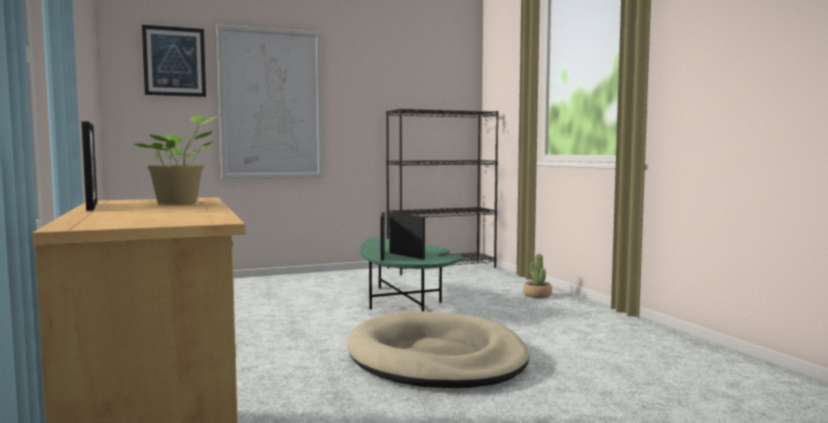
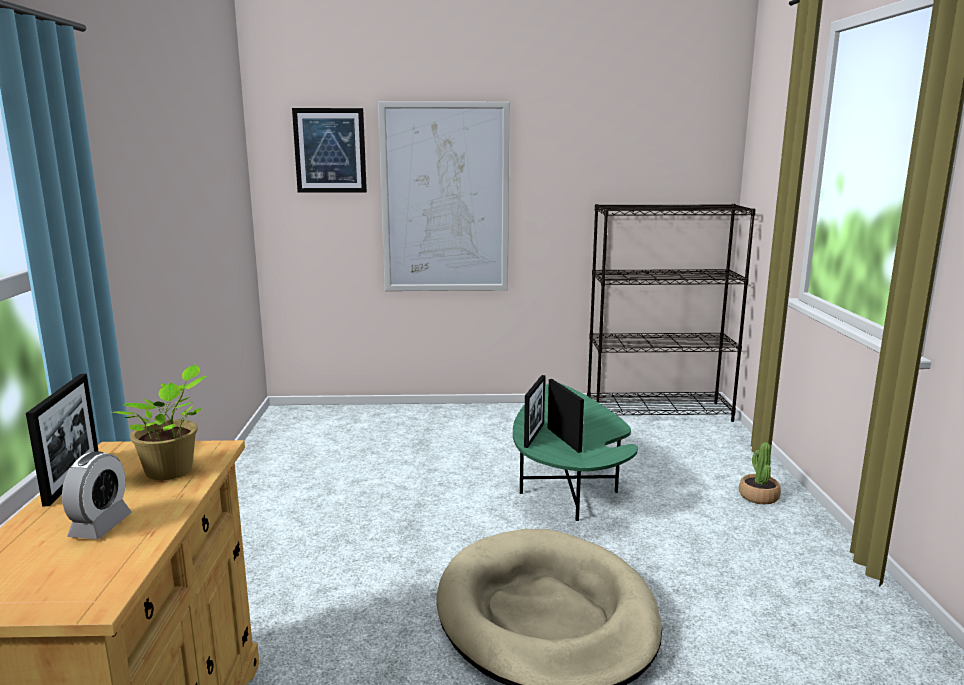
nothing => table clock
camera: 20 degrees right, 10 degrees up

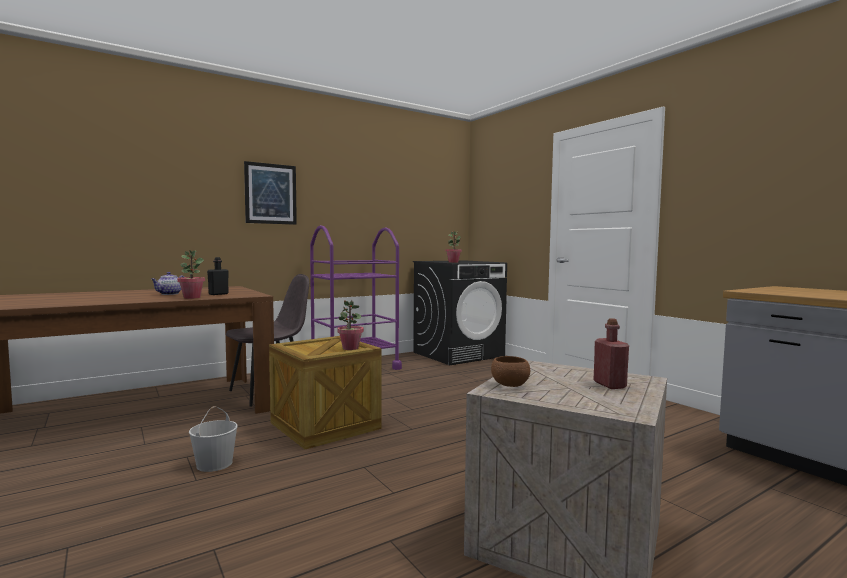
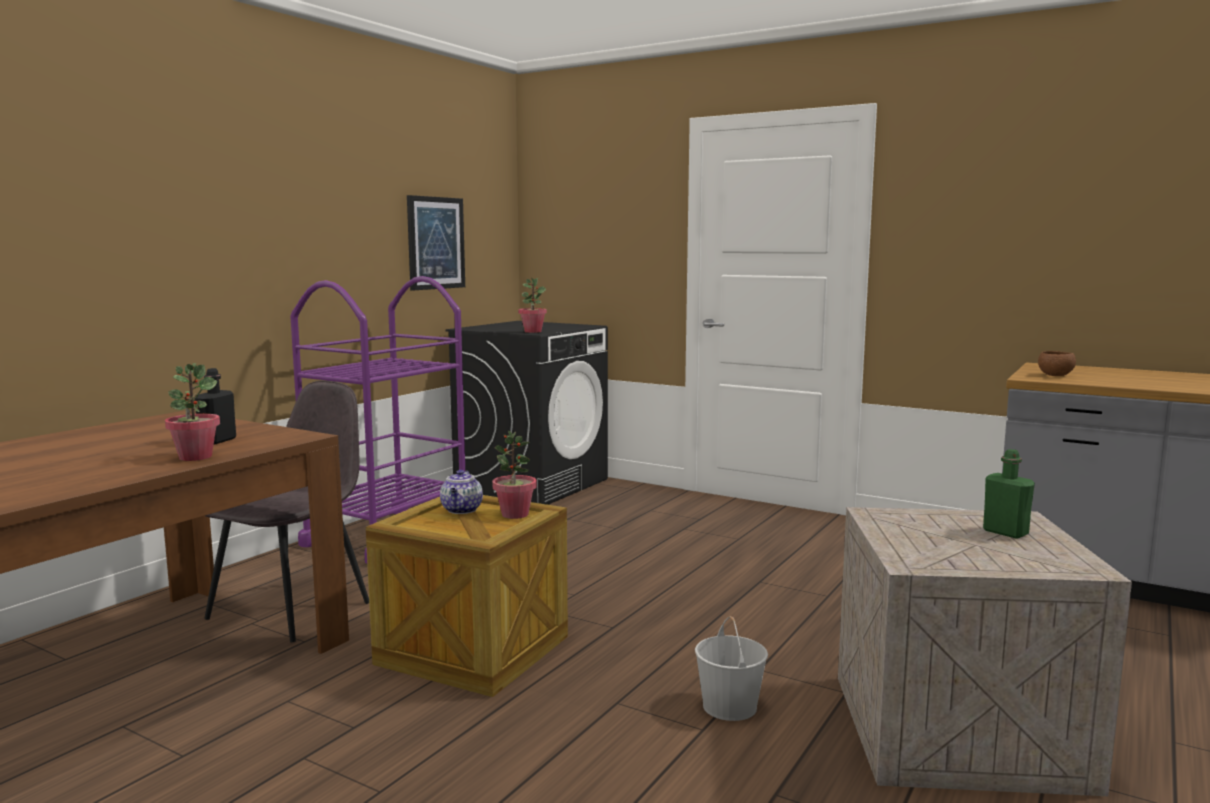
picture, move
tea pot, move
red-coloured drink bottle => greenish drink bottle
brown serving bowl, move
whitish bucket, move
camera: 25 degrees left, 5 degrees up

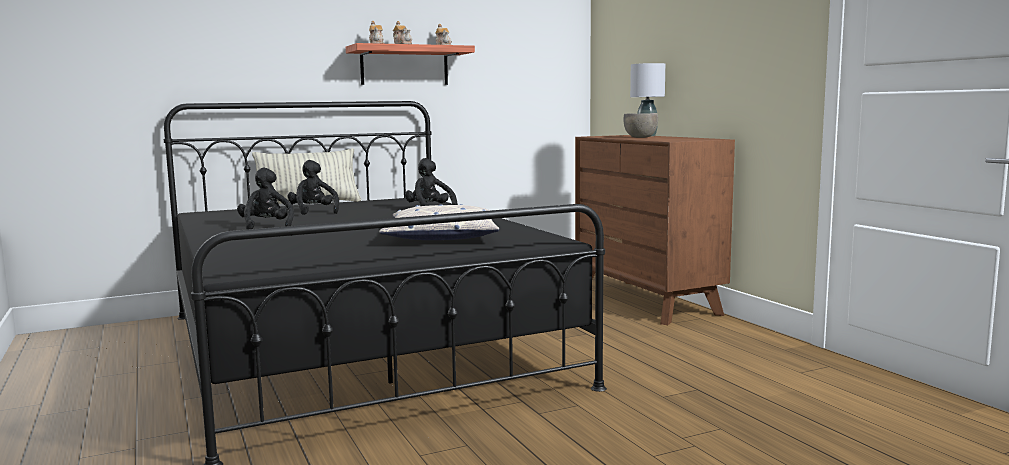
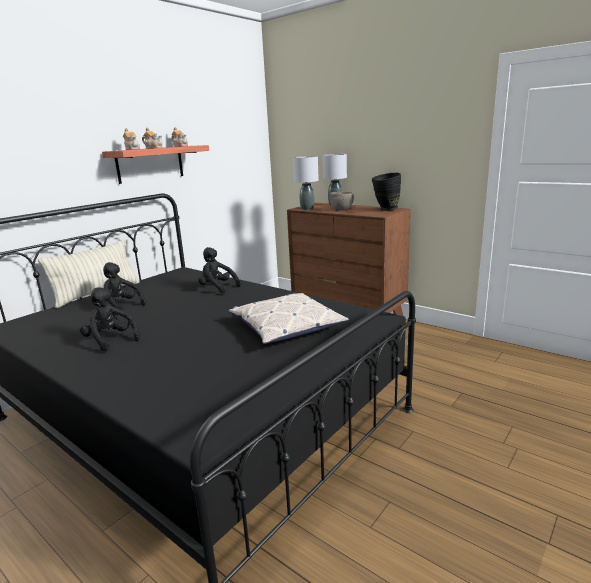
nothing => gray tabletop lamp (1st from left)
nothing => black flower vase
camera: 25 degrees left, 10 degrees up

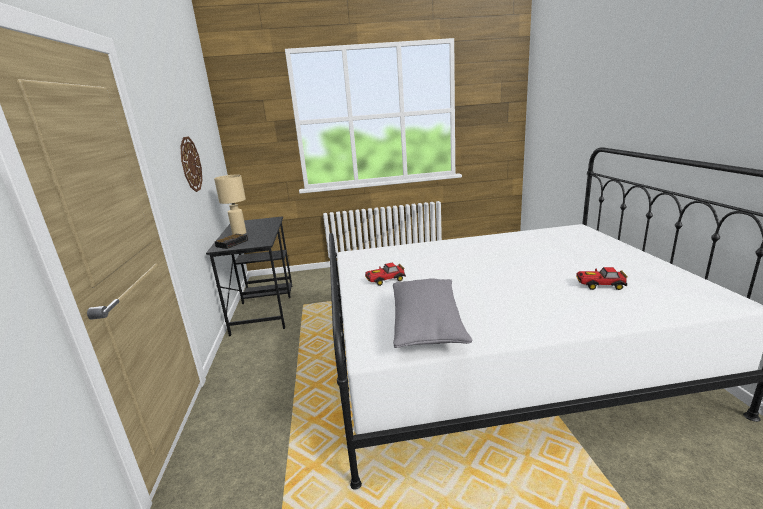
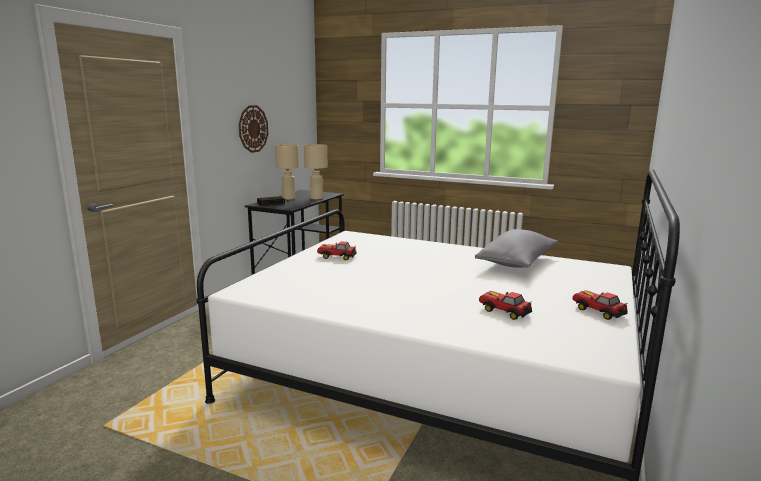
gray throw pillow, move
nothing => sand-coloured tabletop lamp (2nd from left)
nothing => model car (3rd from left)
camera: 30 degrees right, 5 degrees down

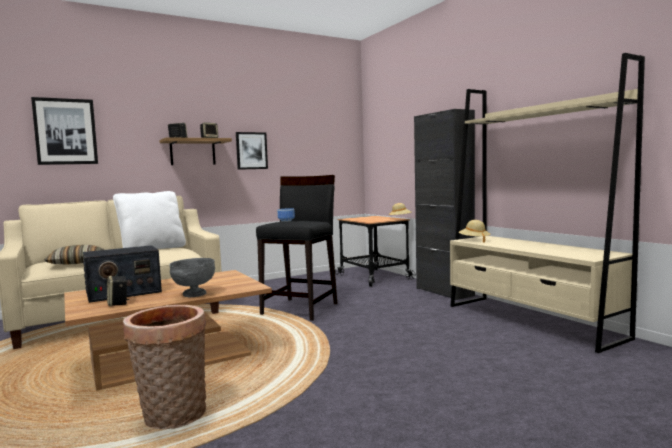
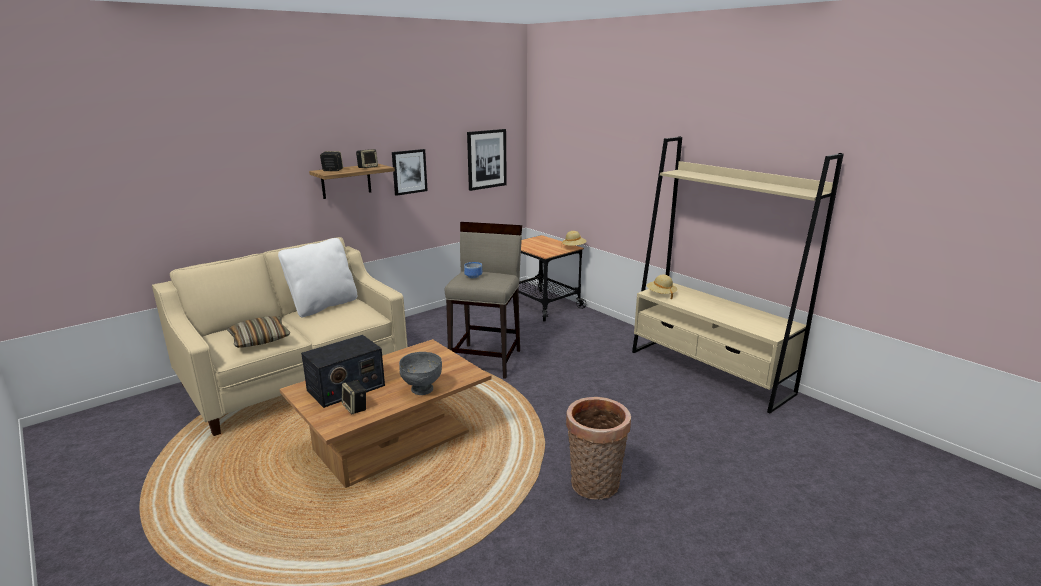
picture (1st from left in the first image) => picture (2nd from left), move
black cabinet => nothing
black stool seat => sand-coloured stool seat
storage basket, move
camera: 10 degrees left, 15 degrees up

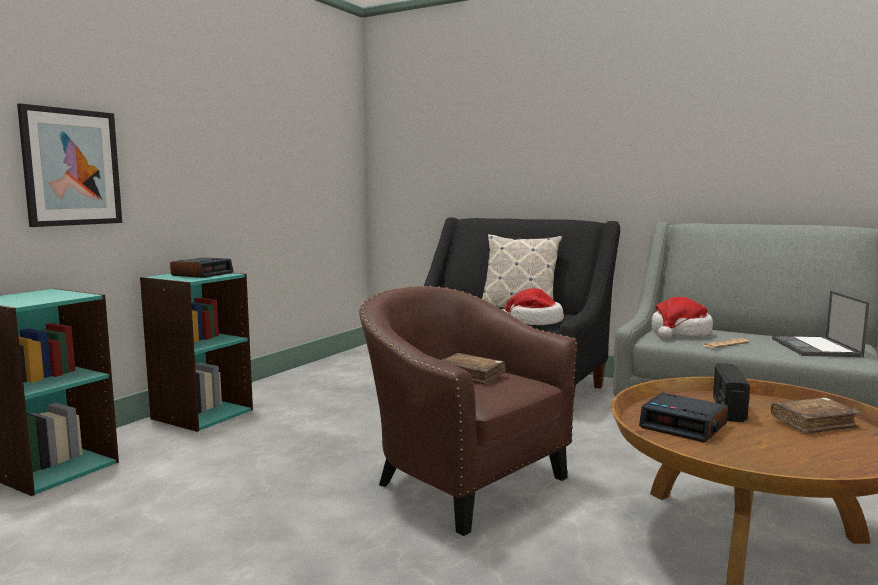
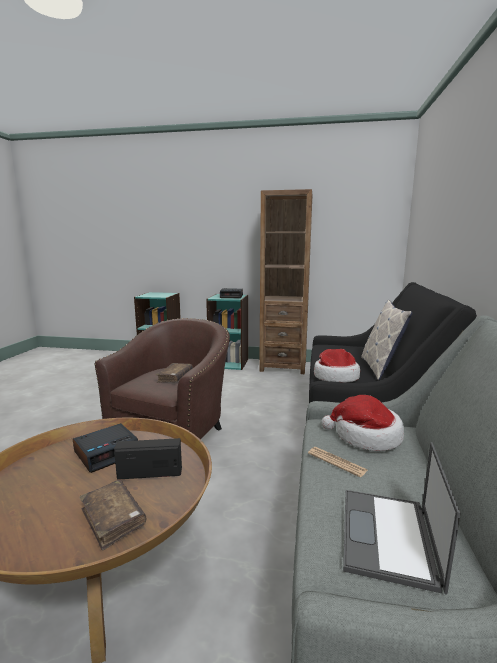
picture => nothing
laptop, 60 degrees counterclockwise
table clock (2nd from left in the first image) => table clock (1st from left), 150 degrees counterclockwise
nothing => brown bookcase
camera: 70 degrees right, 5 degrees up

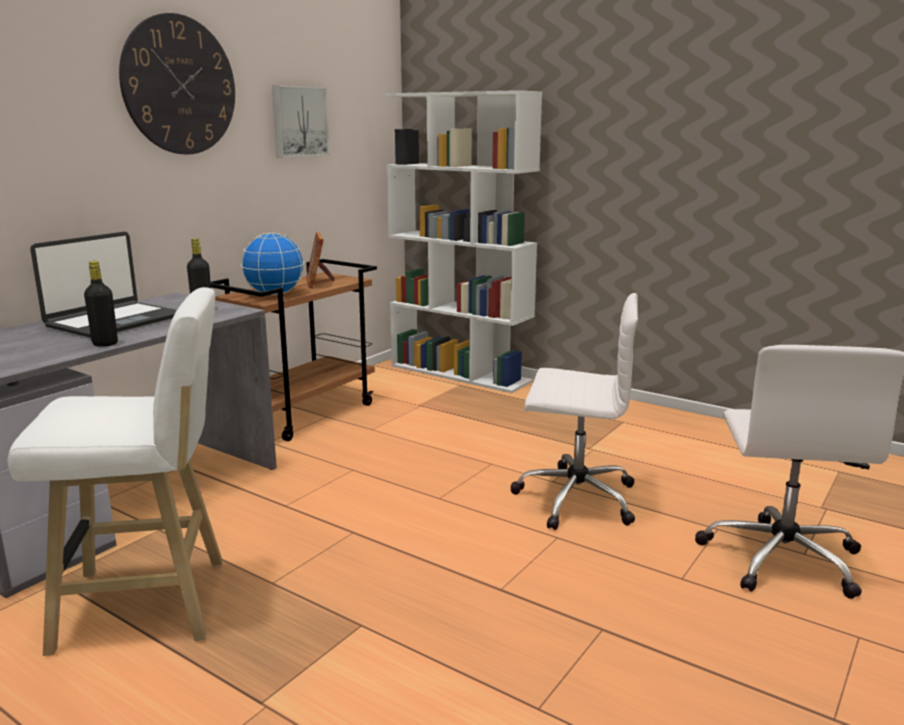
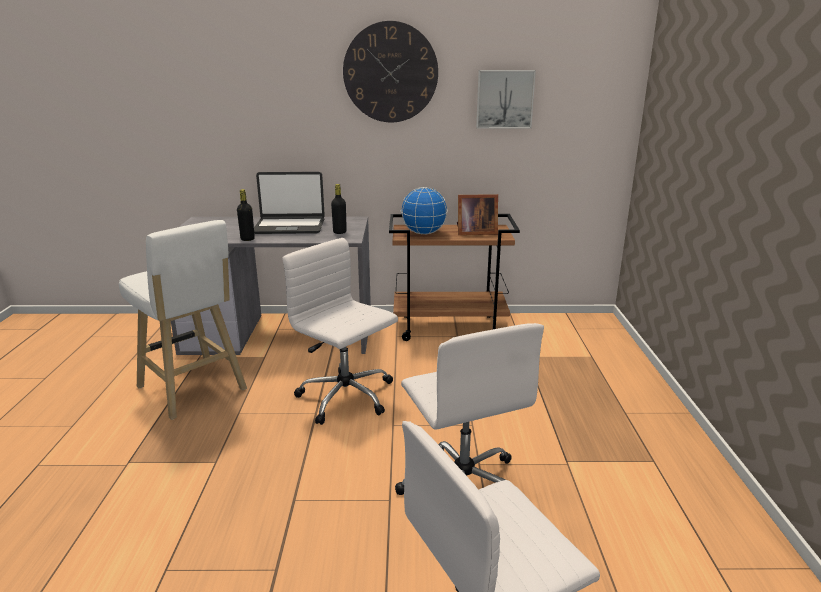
whitish bookcase => nothing
photo frame, 135 degrees counterclockwise
nothing => whitish office chair (1st from left)
camera: 55 degrees right, 5 degrees up

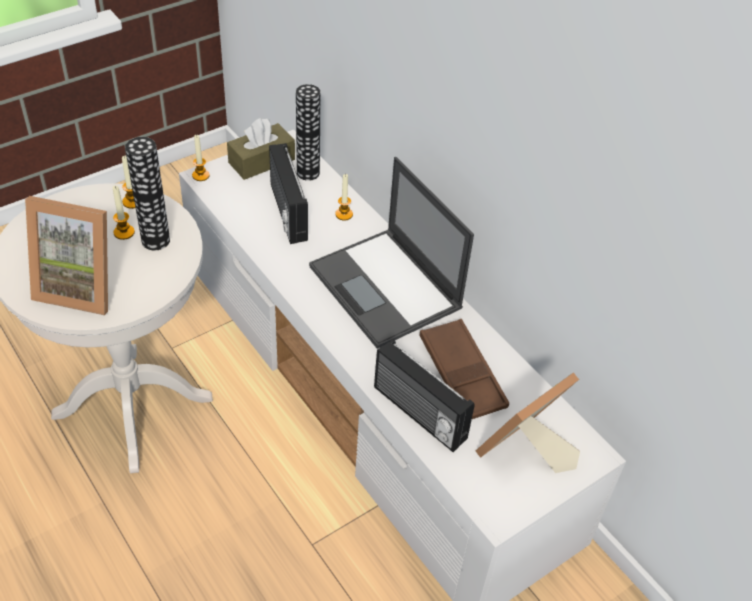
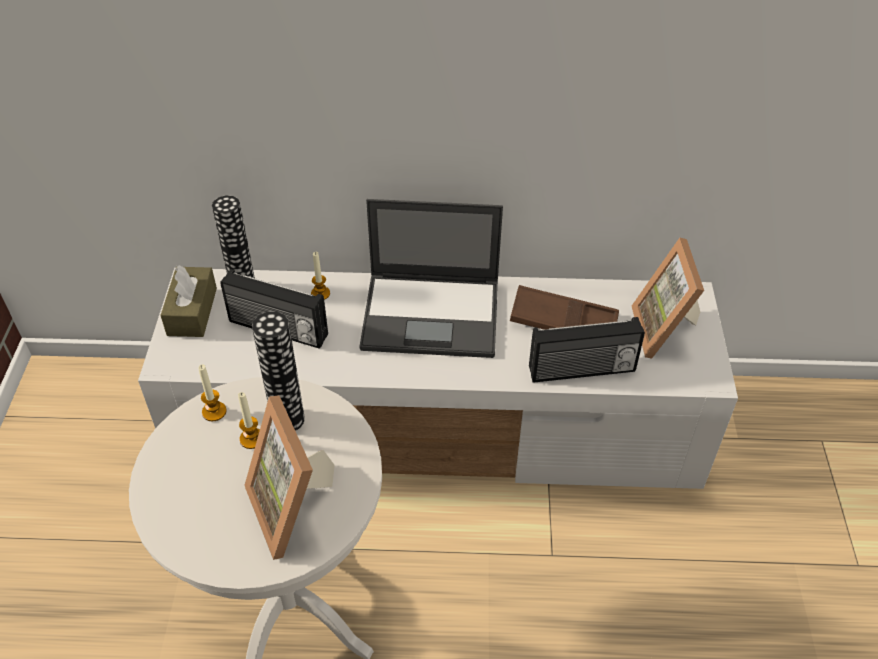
candle (3rd from left) => nothing
photo frame (1st from left), 105 degrees clockwise
camera: 50 degrees left, 0 degrees up

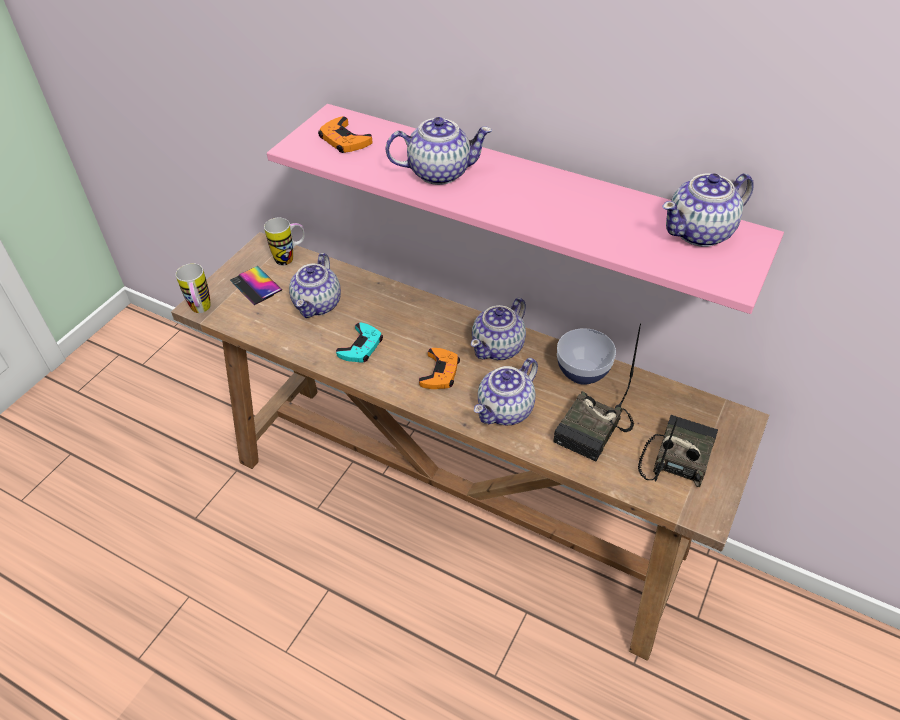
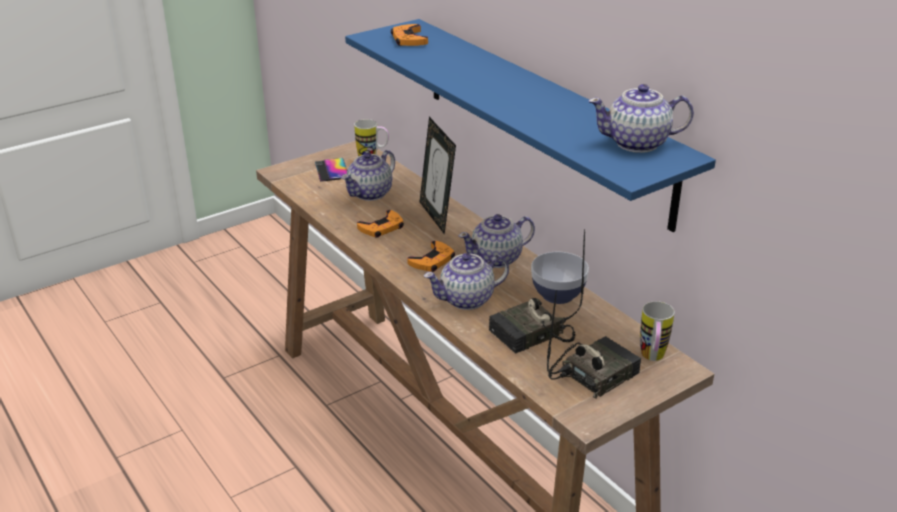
pink bracket shelf => blue bracket shelf
tea pot (2nd from left) => nothing
tea mug (1st from left in the first image) => tea mug (2nd from left), move
blue-green joypad => orange joypad (1st from left)
nothing => photo frame
camera: 25 degrees right, 15 degrees down

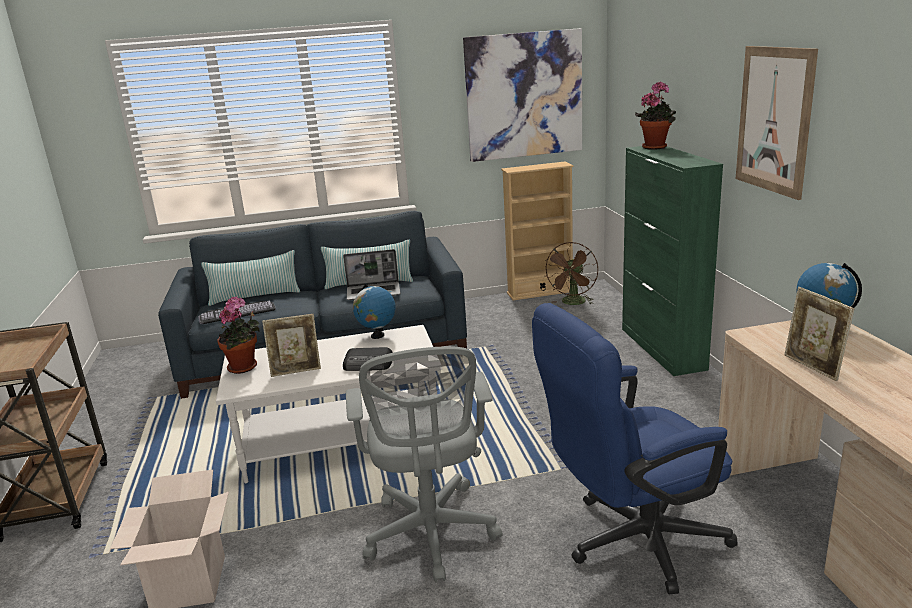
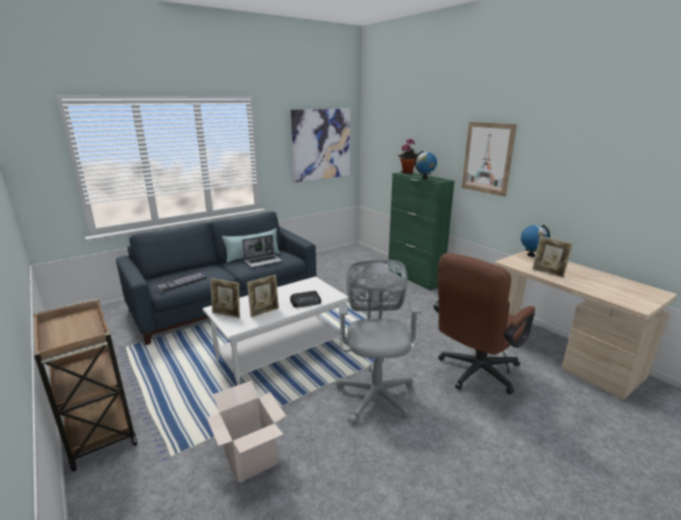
sand-coloured bookcase => nothing
brown fan => nothing
throw pillow (1st from left) => nothing
globe (1st from left), move
houseplant (1st from left) => photo frame (1st from left)
blue office chair => brown office chair
gray office chair, 150 degrees counterclockwise
camera: 25 degrees left, 0 degrees up

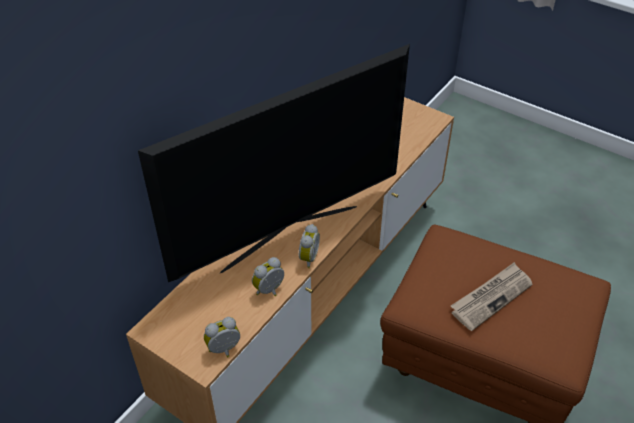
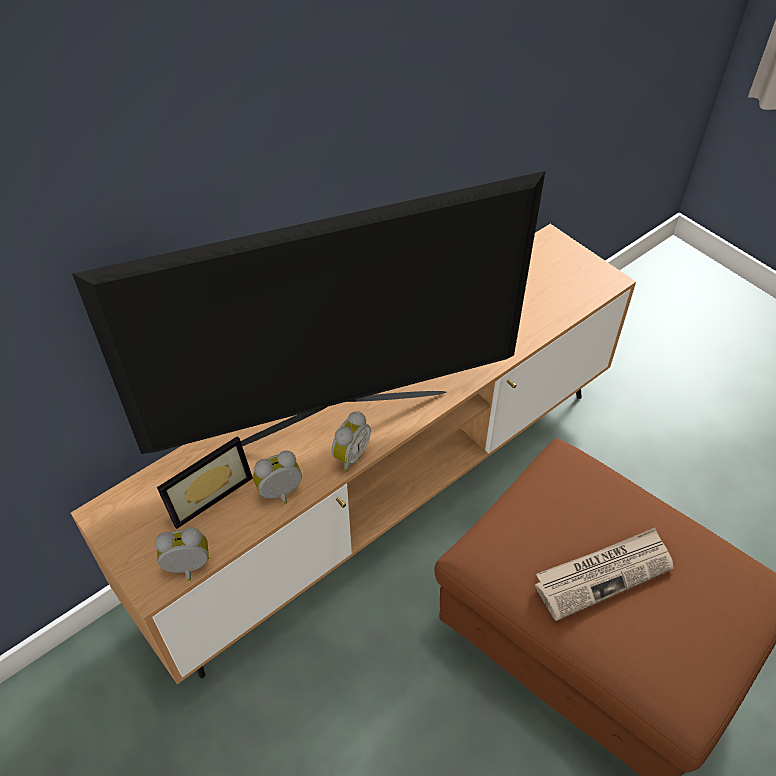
nothing => photo frame
camera: 15 degrees right, 5 degrees up

